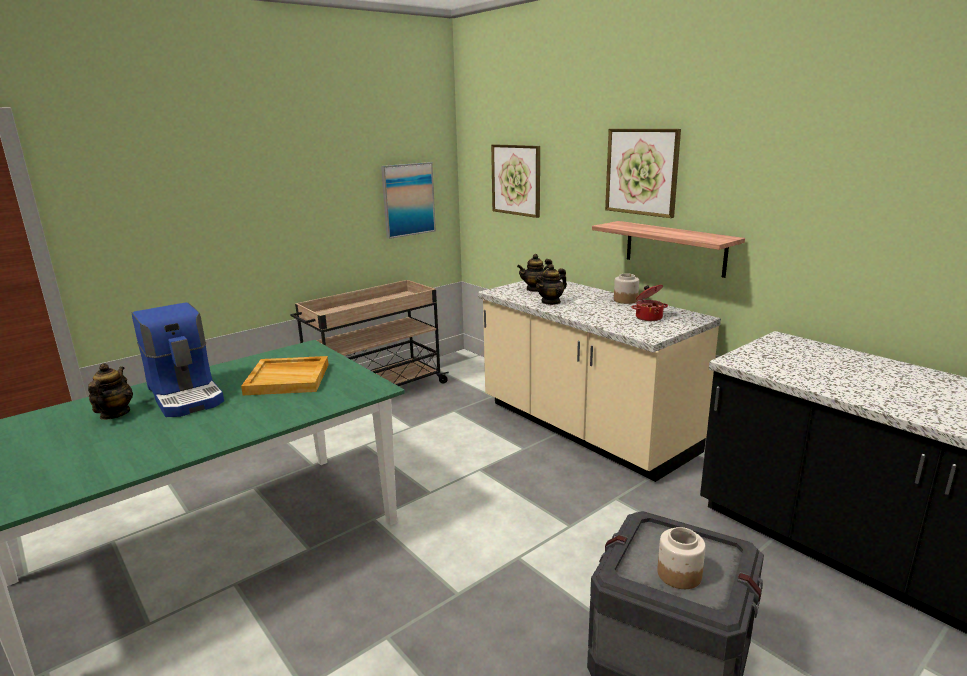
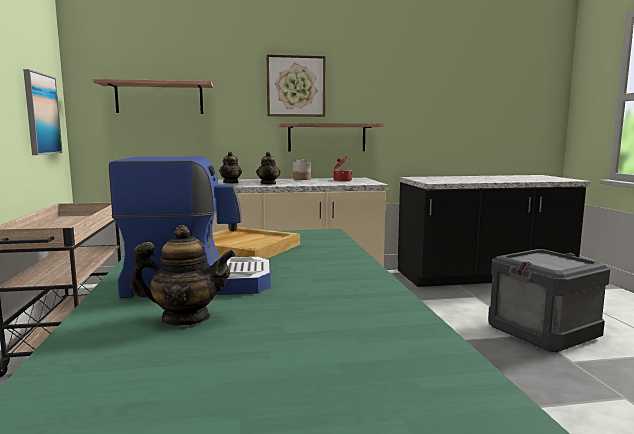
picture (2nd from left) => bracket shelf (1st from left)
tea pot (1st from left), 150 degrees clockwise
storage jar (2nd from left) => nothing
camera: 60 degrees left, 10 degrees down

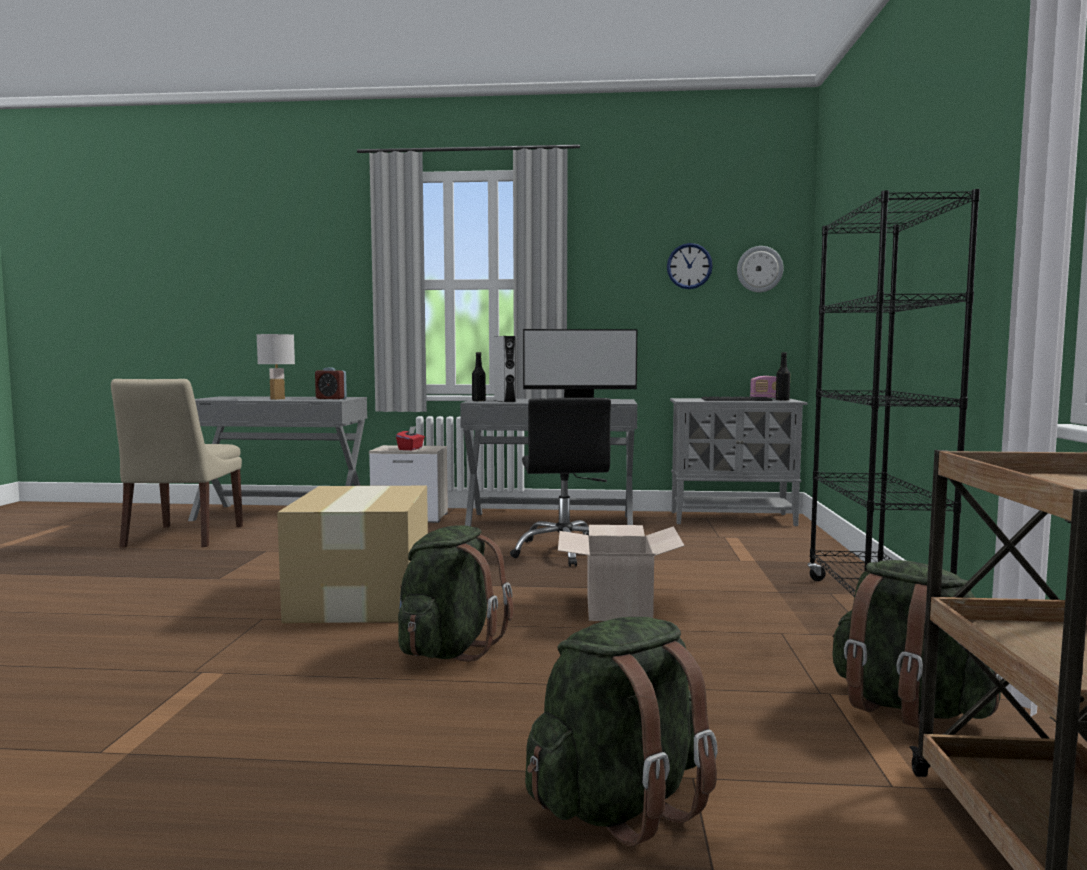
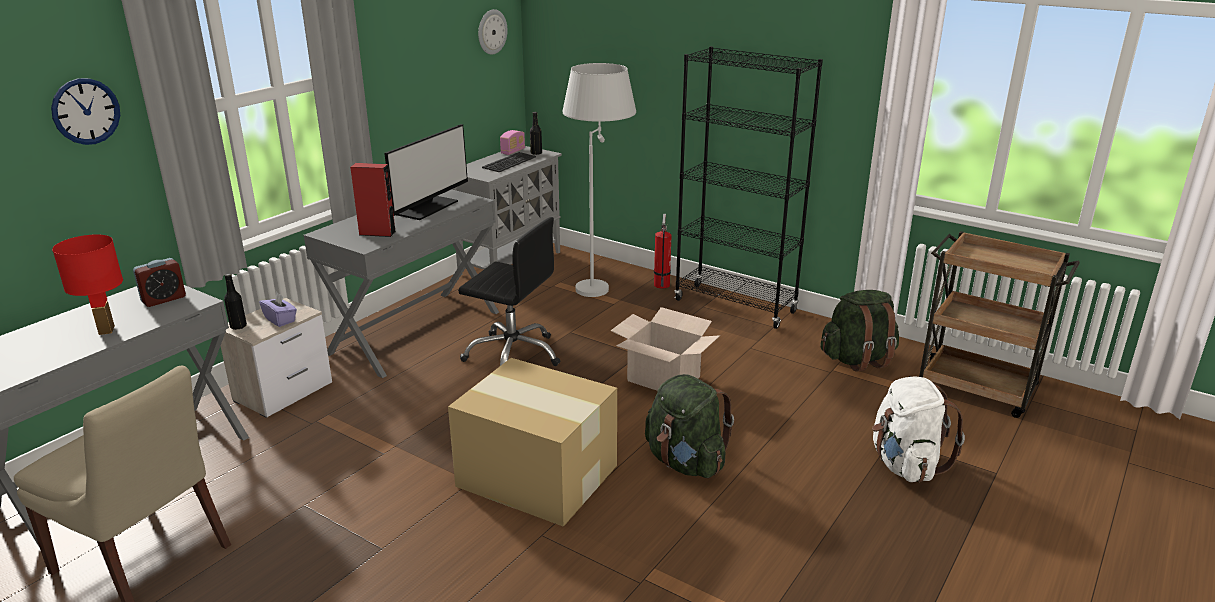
wall clock (1st from left), move
whitish tabletop lamp => red-coloured tabletop lamp
gray speaker => red-coloured speaker
black drink bottle (1st from left), move
red-coloured tissue box => purplish tissue box
greenish knapsack (2nd from left) => whitish knapsack
nothing => whitish standing lamp
nothing => fire-fighting cylinder
camera: 60 degrees left, 20 degrees up

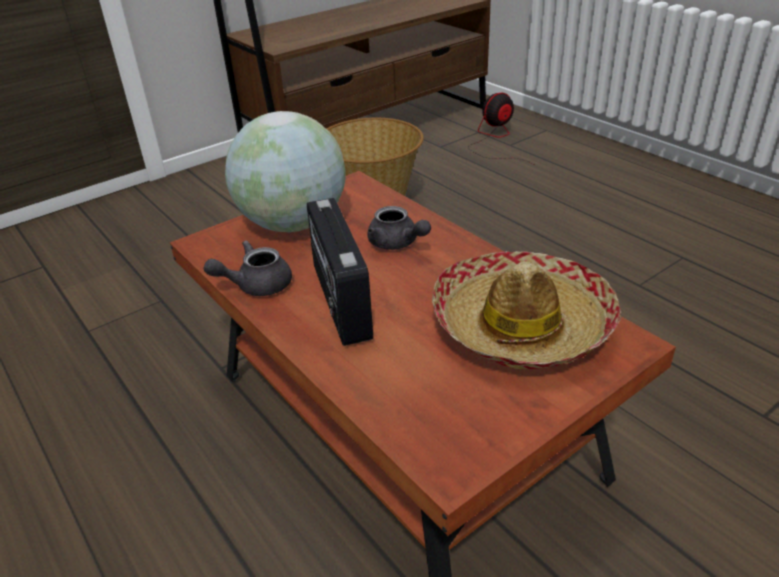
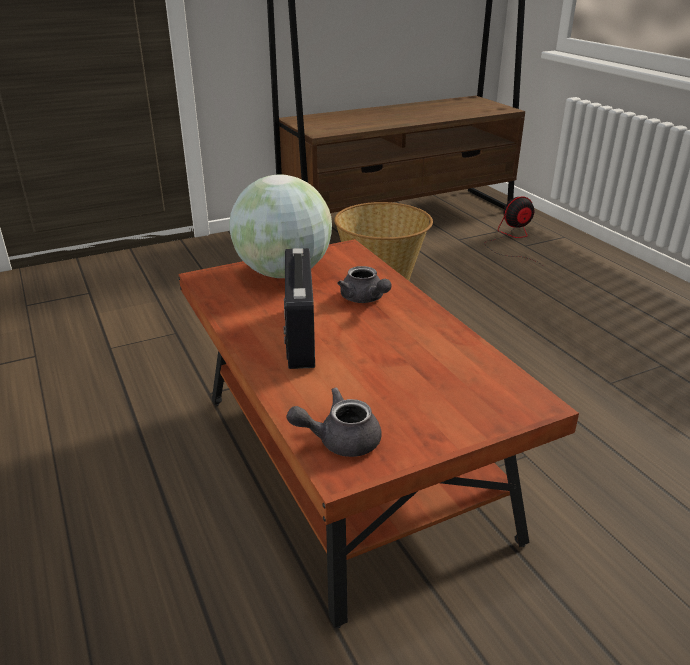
gray tea pot (1st from left), move
clothing hat => nothing
camera: 10 degrees right, 5 degrees down

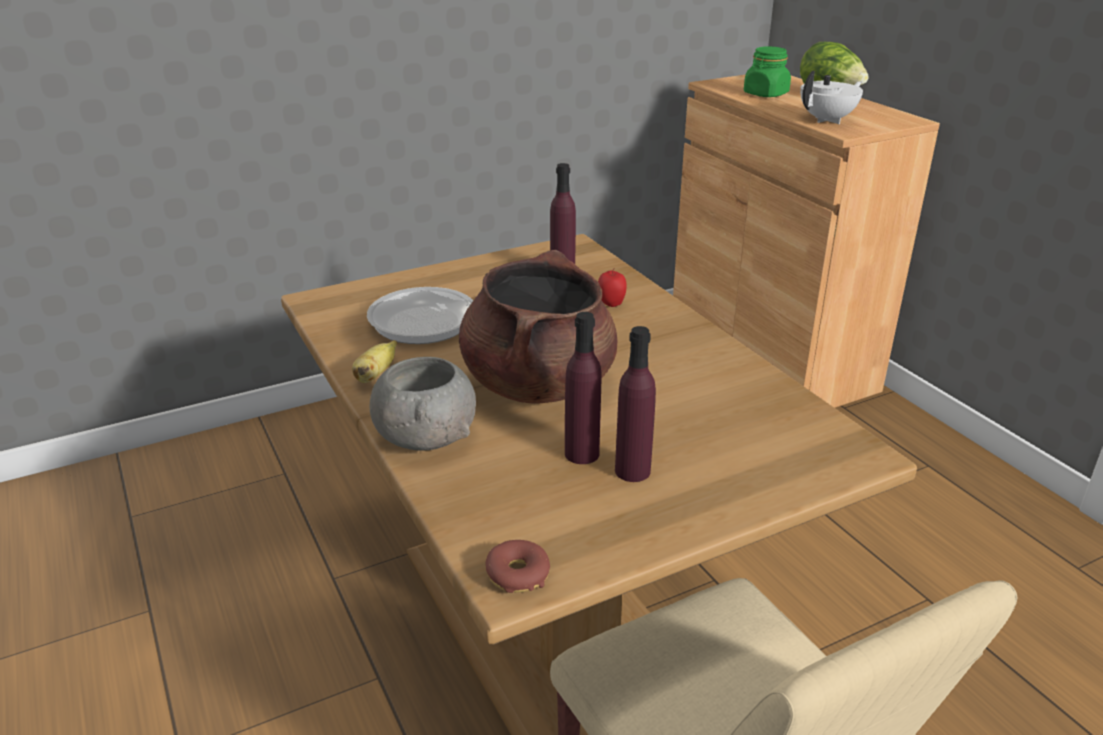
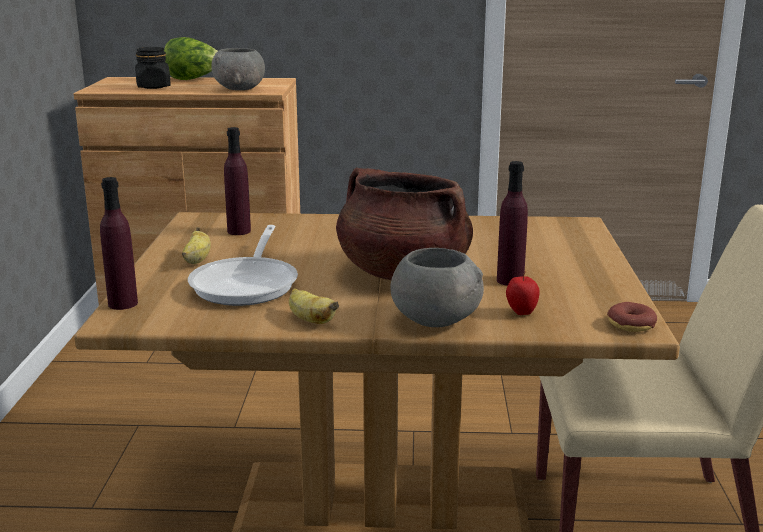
greenish storage jar => black storage jar
whitish tea pot => gray serving bowl (1st from left)
apple, move
purplish drink bottle (3rd from left in the first image) => purplish drink bottle (1st from left), move
nothing => banana fruit (1st from left)
camera: 60 degrees left, 10 degrees down

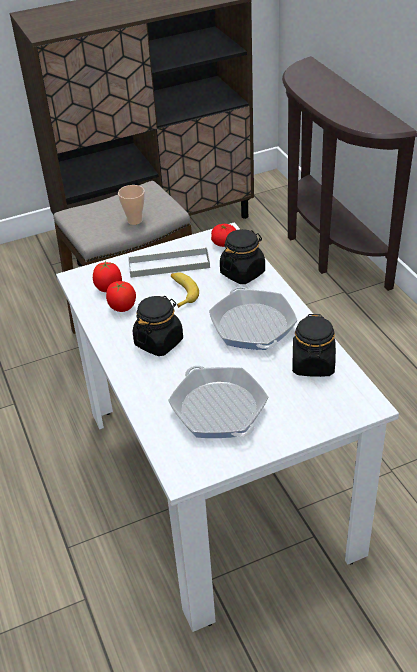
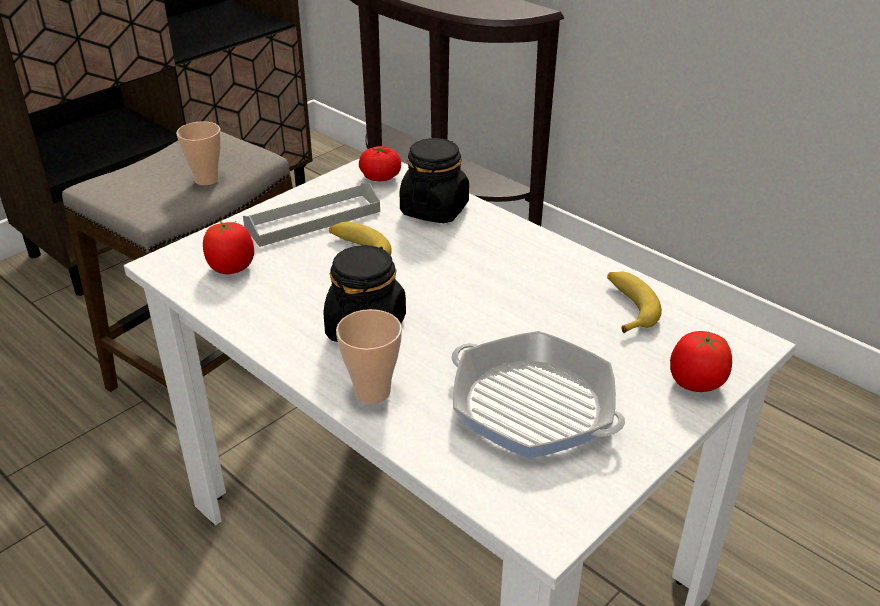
whole tomato (2nd from left in the first image) => whole tomato (3rd from left), move
pan (2nd from left) => nothing
black storage jar (3rd from left) => banana fruit (2nd from left)
nothing => small cup (2nd from left)
camera: 25 degrees left, 5 degrees down

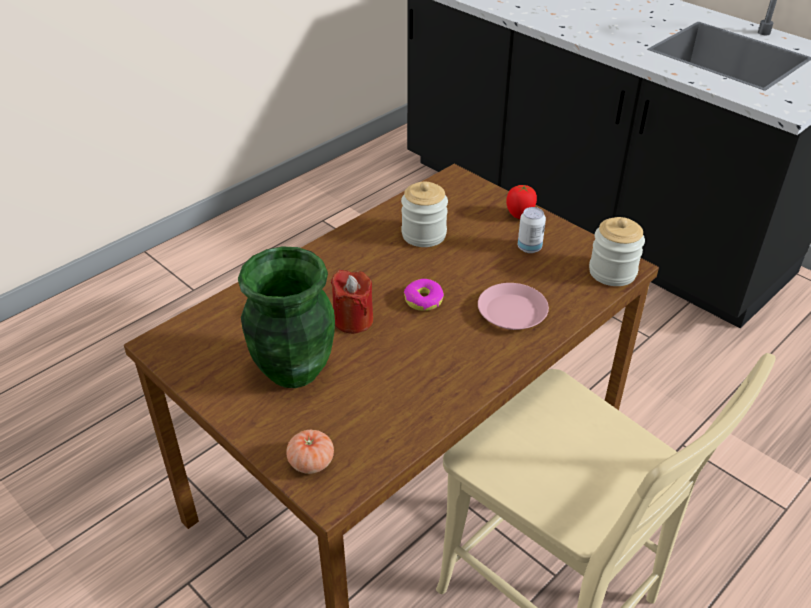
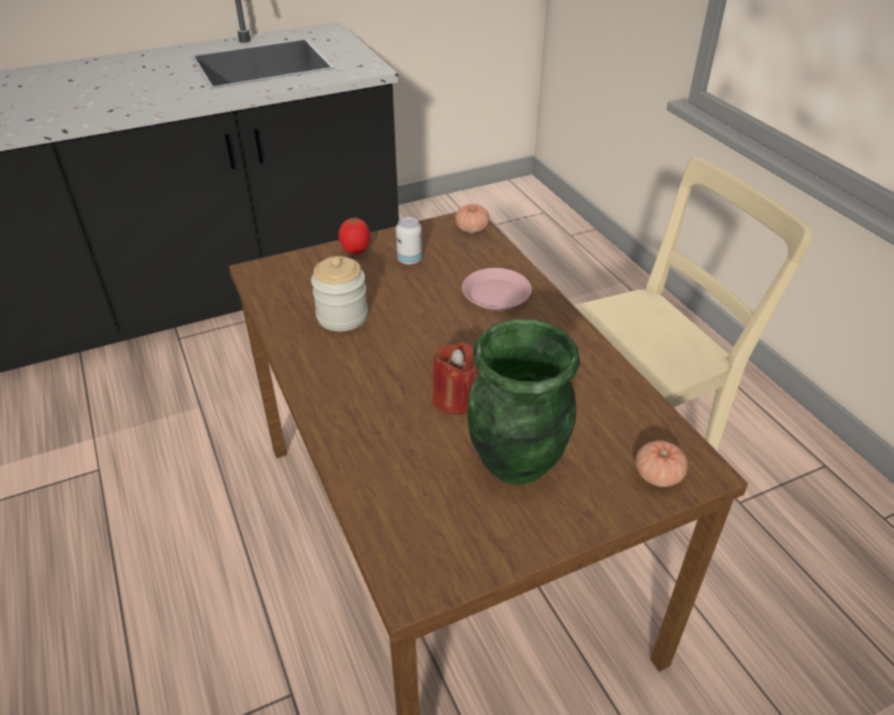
storage jar (2nd from left) => whole tomato (2nd from left)
doughnut => nothing
camera: 70 degrees left, 0 degrees up

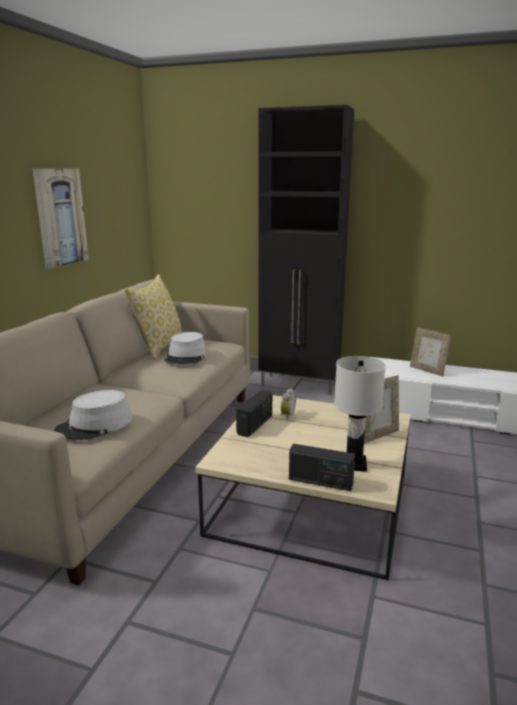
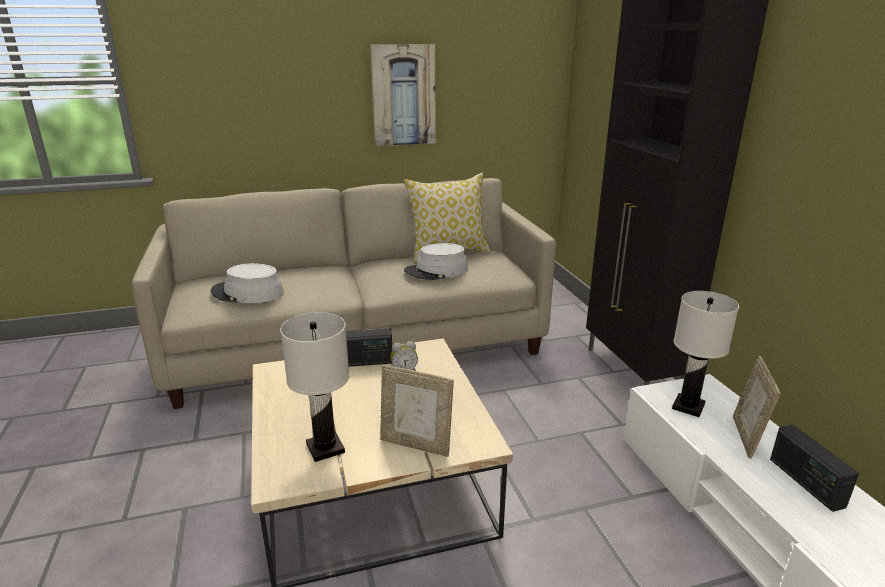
radio (2nd from left), move
nothing => whitish tabletop lamp (2nd from left)
camera: 55 degrees right, 5 degrees up

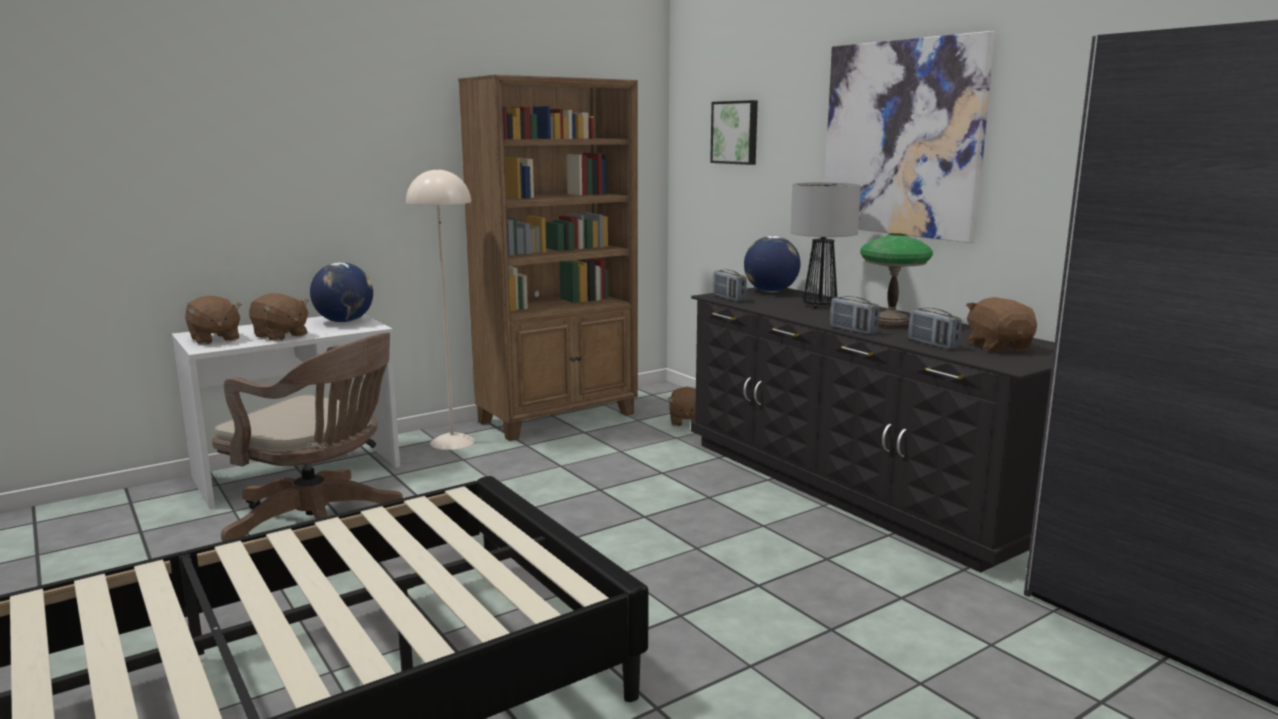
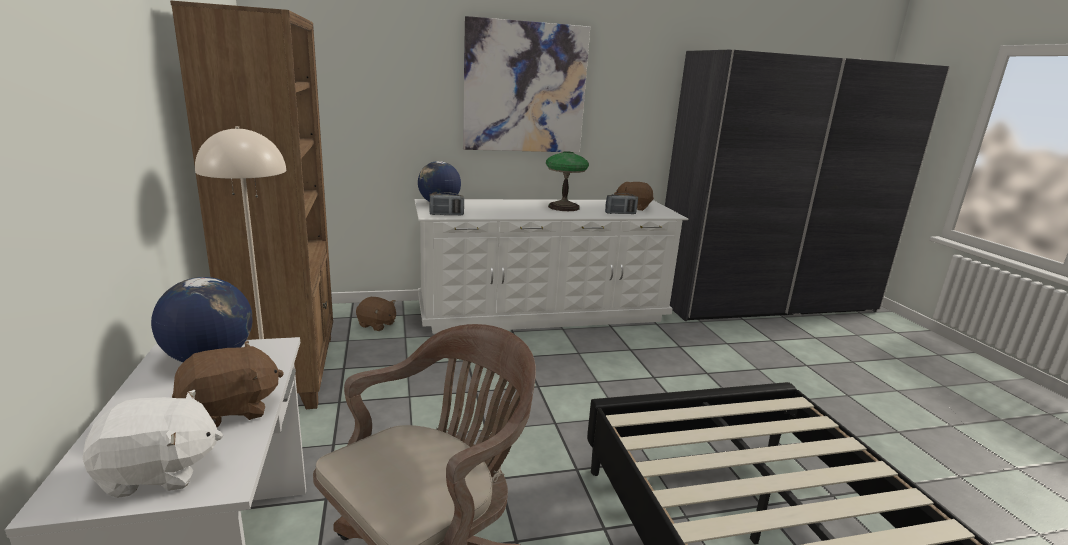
picture (1st from left) => nothing
tabletop lamp (1st from left) => nothing
black dresser => whitish dresser
brown cuddly toy (1st from left) => whitish cuddly toy
radio (2nd from left) => nothing
camera: 70 degrees left, 5 degrees up

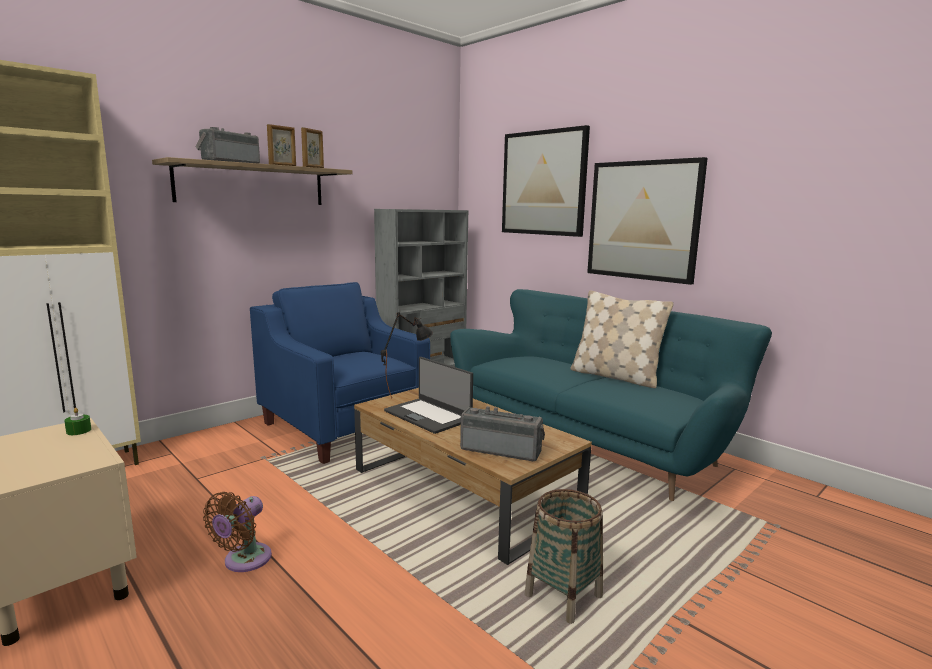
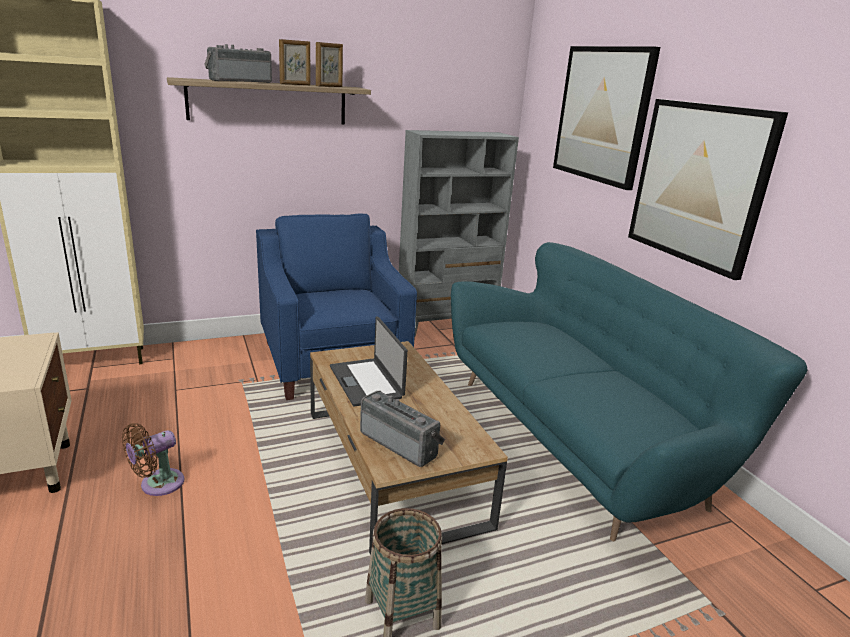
sand-coloured throw pillow => nothing
black tabletop lamp => nothing
greenish candle => nothing
camera: 20 degrees right, 10 degrees up

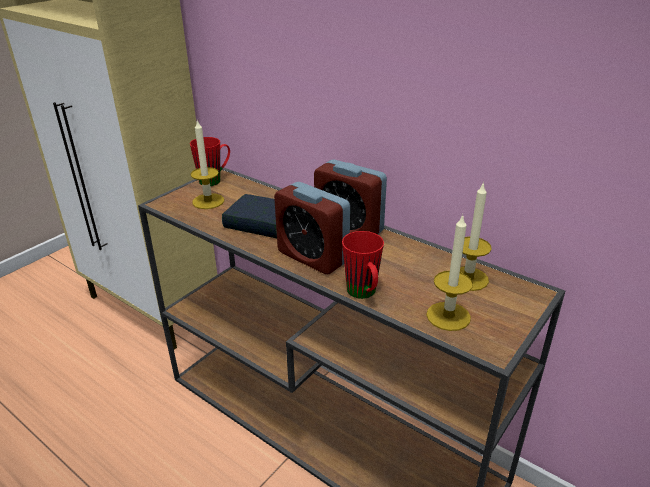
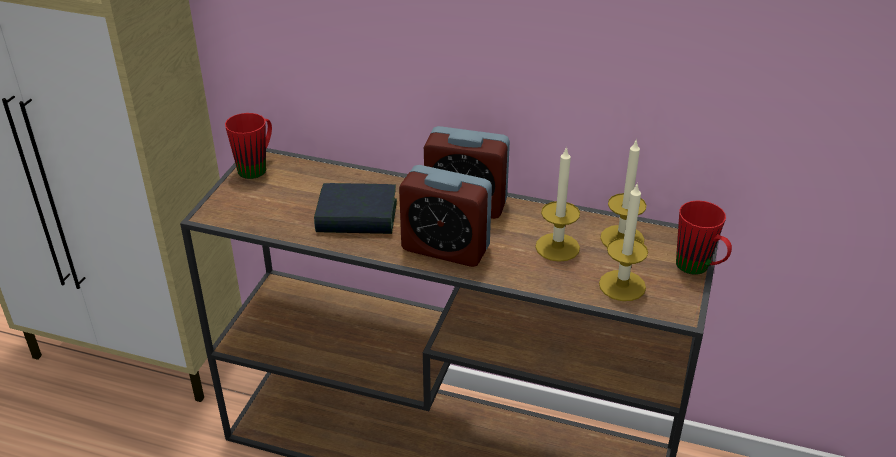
candle (1st from left), move
red-coloured tea mug (2nd from left), move
camera: 20 degrees left, 5 degrees up

